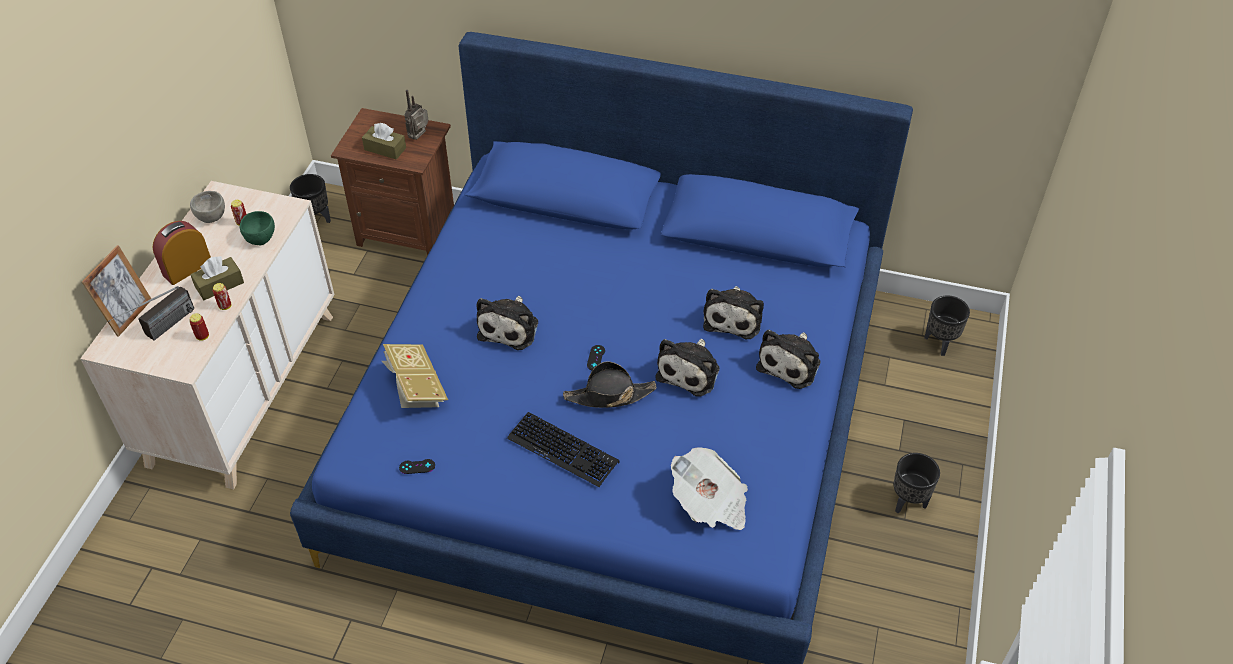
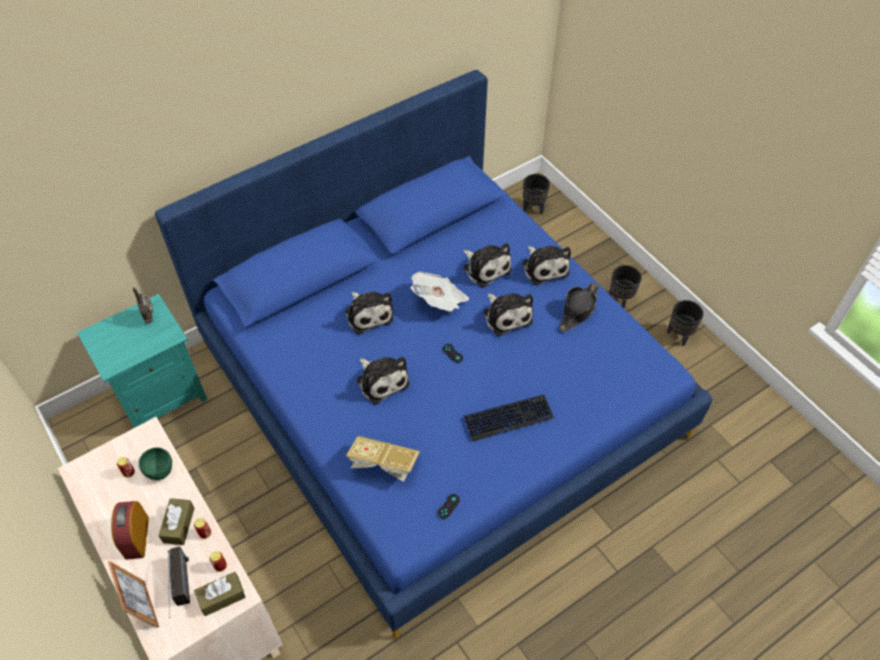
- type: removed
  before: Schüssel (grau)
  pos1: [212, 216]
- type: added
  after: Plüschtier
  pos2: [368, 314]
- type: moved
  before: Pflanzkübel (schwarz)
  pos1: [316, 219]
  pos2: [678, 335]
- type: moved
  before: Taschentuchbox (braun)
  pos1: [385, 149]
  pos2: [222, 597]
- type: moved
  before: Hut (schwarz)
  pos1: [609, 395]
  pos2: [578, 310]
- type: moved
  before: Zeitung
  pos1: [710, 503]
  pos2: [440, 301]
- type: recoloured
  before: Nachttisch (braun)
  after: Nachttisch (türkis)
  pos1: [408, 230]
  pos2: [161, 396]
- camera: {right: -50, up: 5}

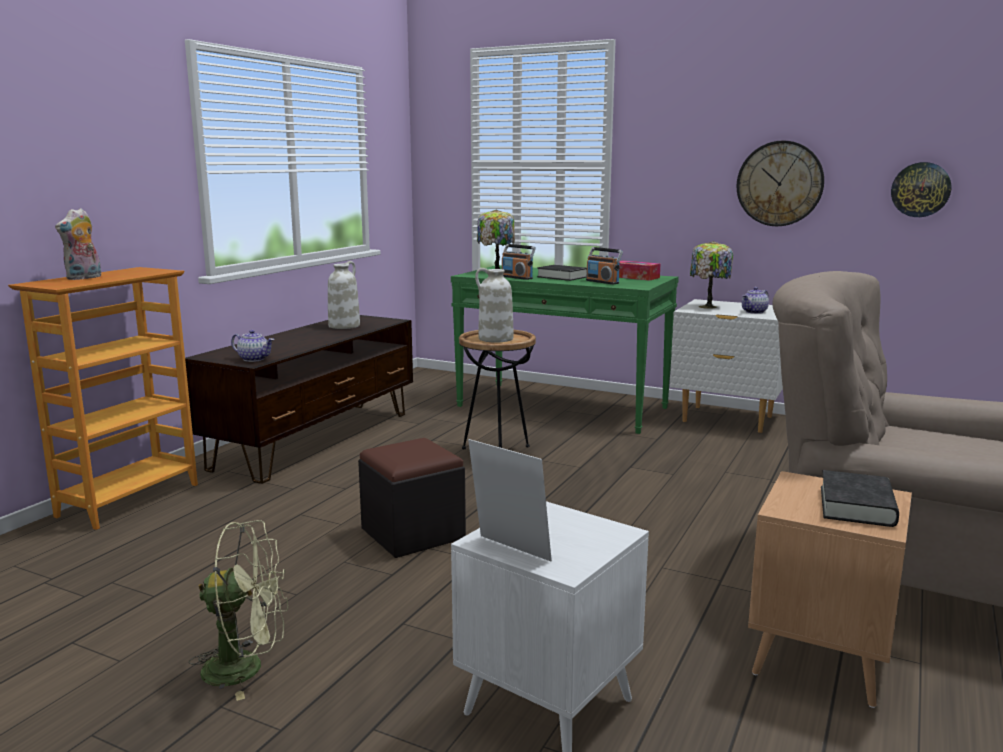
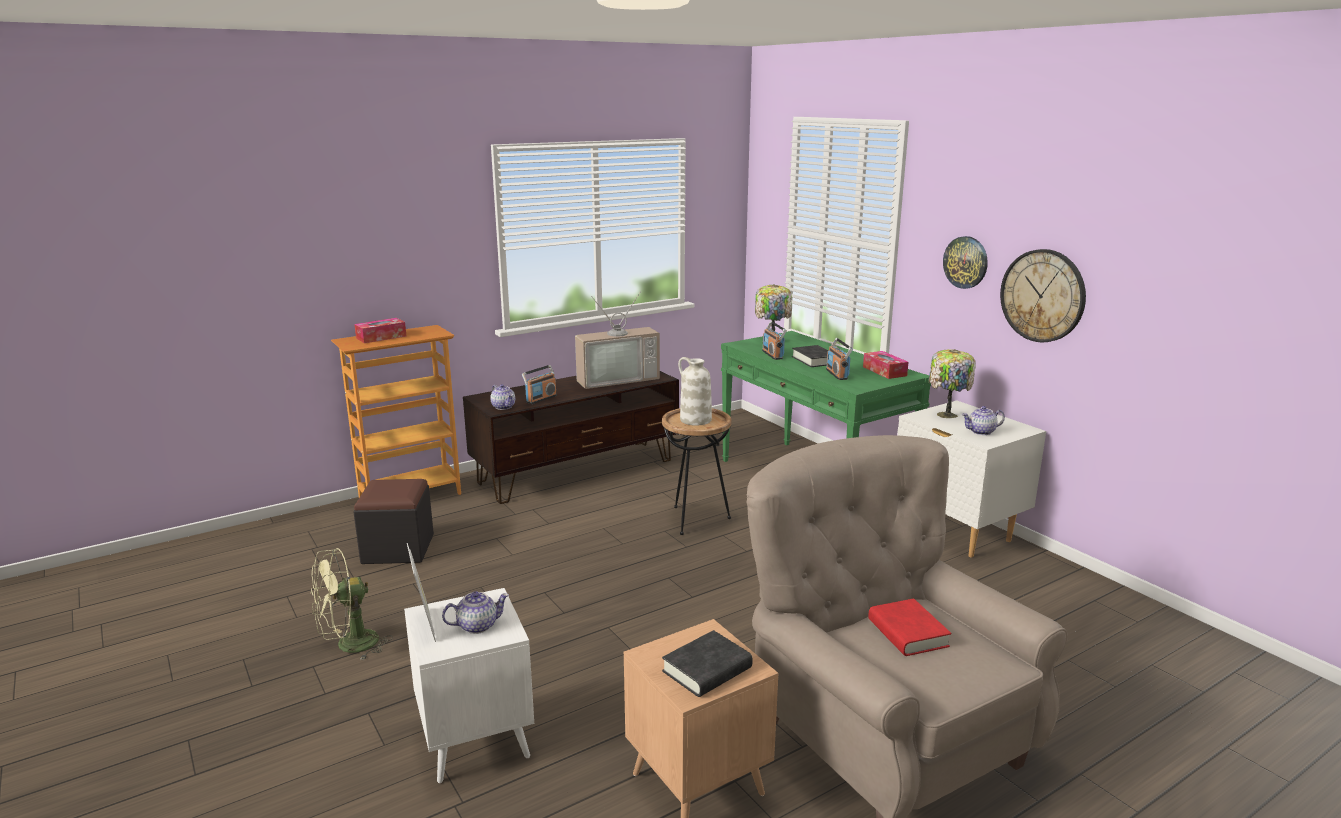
- type: added
  after: Teekanne
  pos2: [478, 625]
- type: added
  after: Radio
  pos2: [541, 399]
- type: added
  after: Buch (rot)
  pos2: [907, 633]
- type: moved
  before: Polsterhocker (schwarz)
  pos1: [413, 533]
  pos2: [398, 549]
- type: moved
  before: Wanduhr
  pos1: [920, 189]
  pos2: [966, 262]
- type: replaced
  before: Plüschtier
  after: Taschentuchbox
  pos1: [84, 278]
  pos2: [381, 337]
- type: replaced
  before: Vase (weiß)
  after: Fernseher
  pos1: [344, 326]
  pos2: [617, 378]
- type: turned
  before: Ventilator (grün)
  pos1: [246, 668]
  pos2: [349, 646]
  turn: 120
- camera: {right: 30, up: 5}

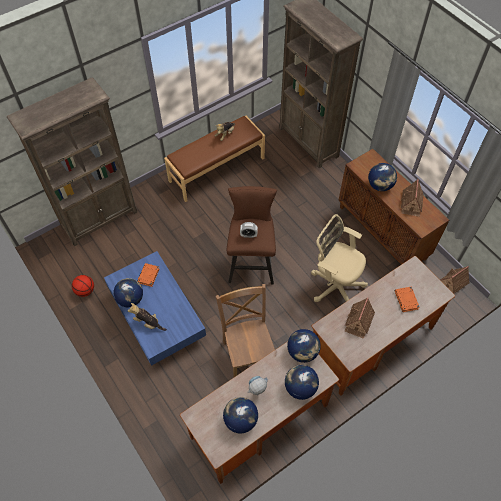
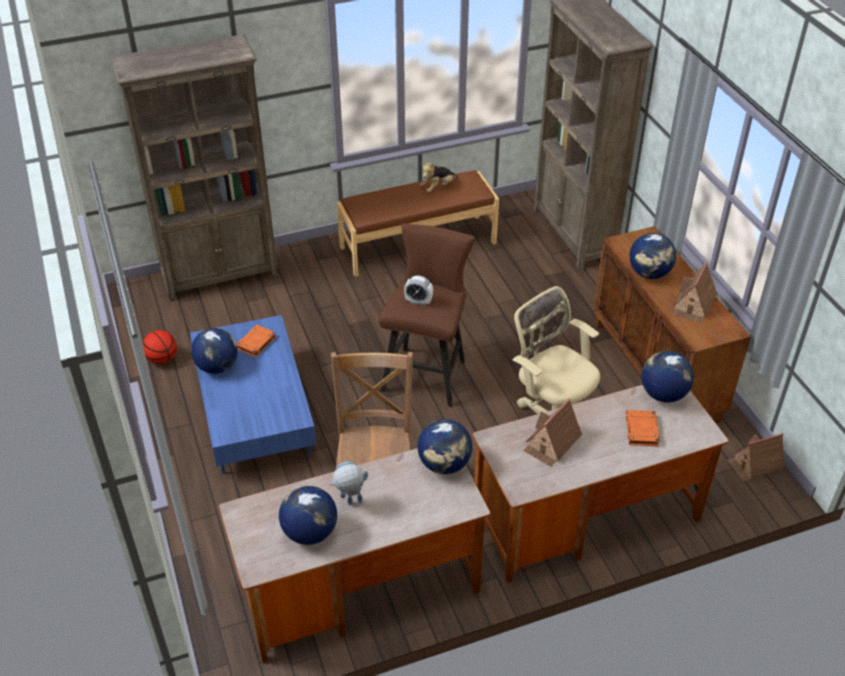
- type: removed
  before: Plüschtier
  pos1: [148, 323]
- type: moved
  before: Globus
  pos1: [300, 387]
  pos2: [663, 394]
- camera: {right: 15, up: -15}

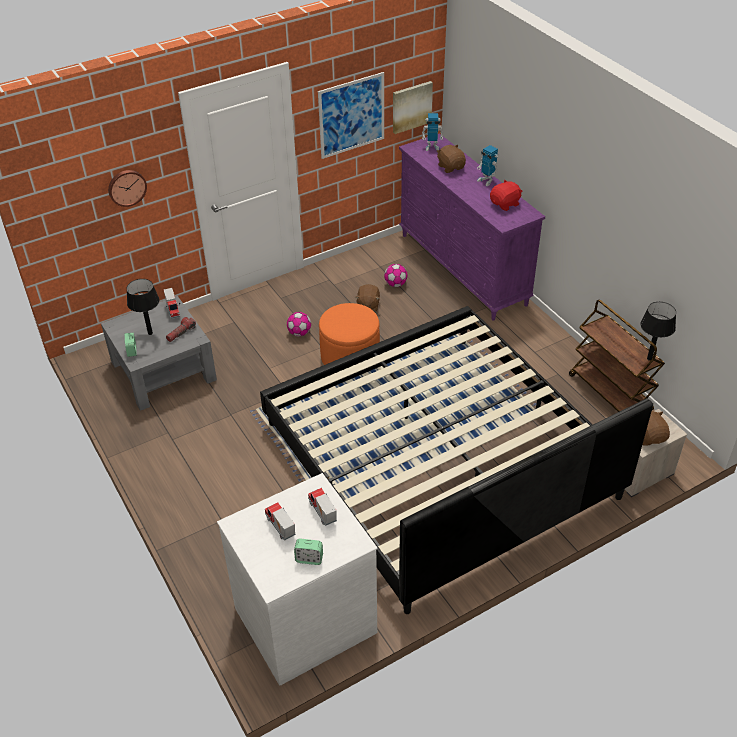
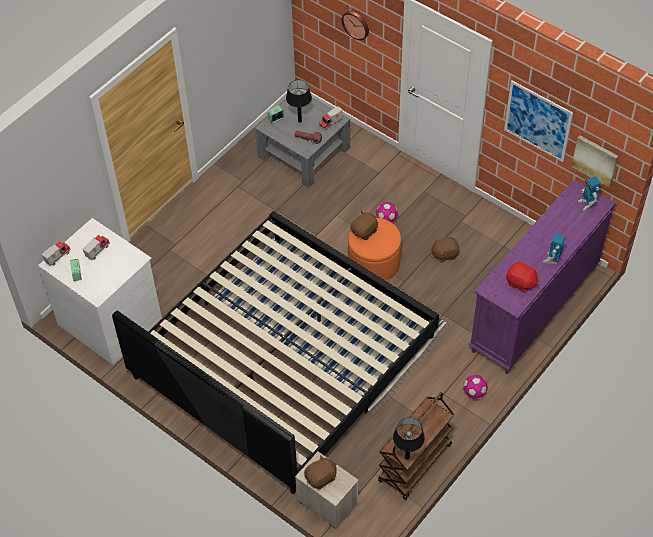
- type: moved
  before: Spielzeuglaster
  pos1: [322, 513]
  pos2: [57, 257]
- type: moved
  before: Fußball
  pos1: [395, 284]
  pos2: [474, 392]
- type: moved
  before: Plüschtier (braun)
  pos1: [451, 167]
  pos2: [364, 231]
- camera: {right: 70, up: 10}

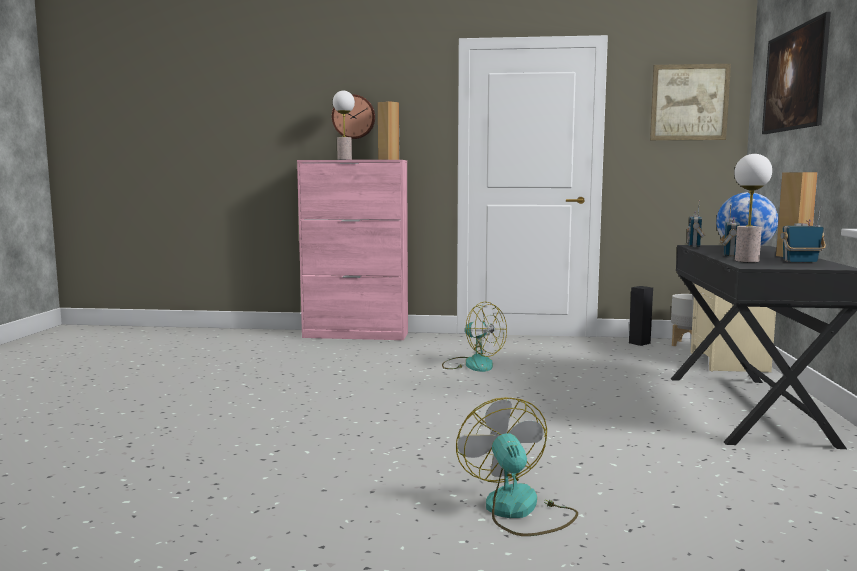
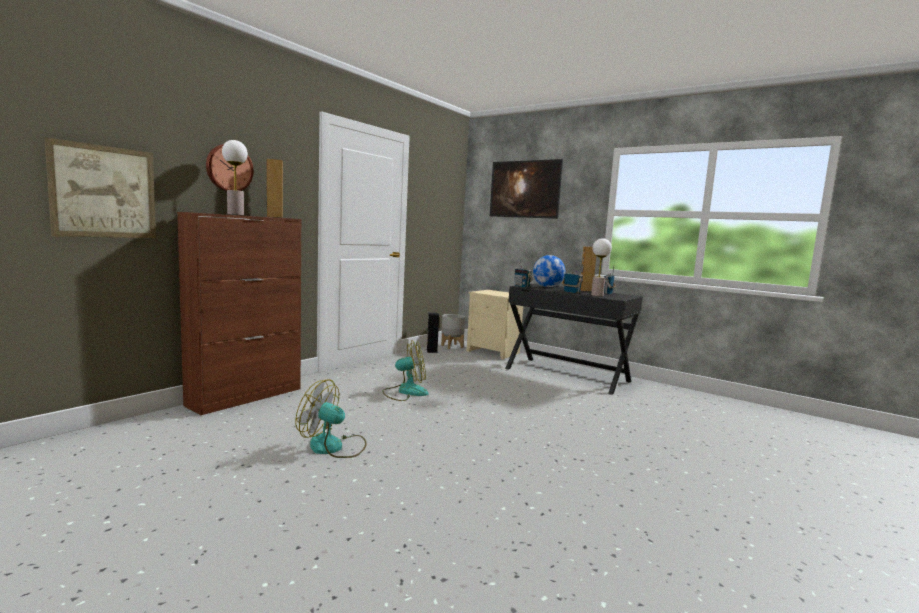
- type: moved
  before: Ventilator
  pos1: [518, 511]
  pos2: [333, 447]
- type: moved
  before: Bild
  pos1: [689, 102]
  pos2: [104, 192]
- type: recoloured
  before: Schrank (rosa)
  after: Schrank (braun)
  pos1: [356, 335]
  pos2: [246, 397]
- camera: {right: -60, up: 0}

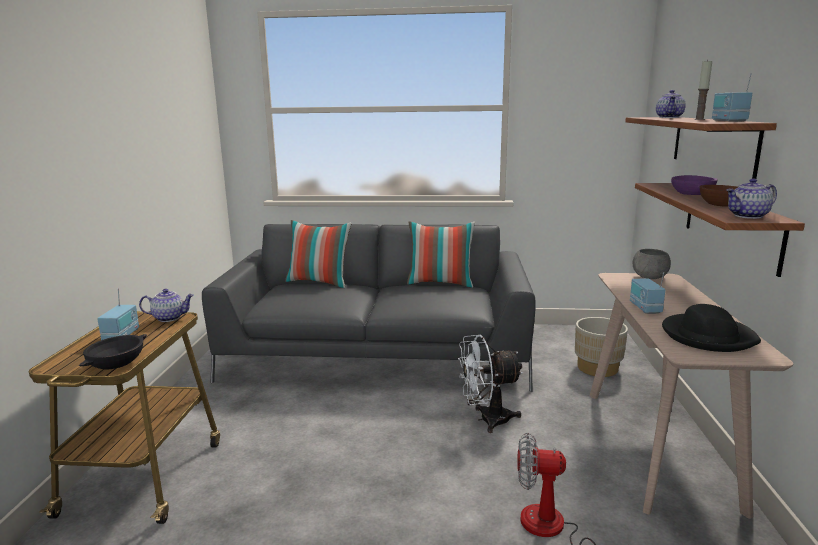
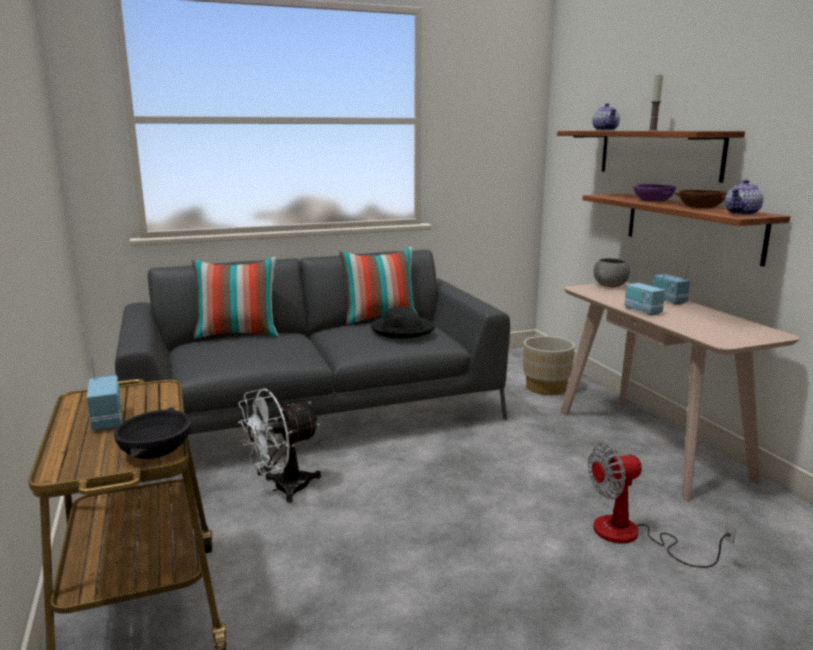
- type: removed
  before: Teekanne
  pos1: [169, 318]
- type: moved
  before: Ventilator (weiß)
  pos1: [486, 419]
  pos2: [282, 488]
- type: moved
  before: Hut (schwarz)
  pos1: [707, 336]
  pos2: [402, 330]
- type: moved
  before: Radio
  pos1: [728, 121]
  pos2: [668, 300]
- camera: {right: -25, up: 0}

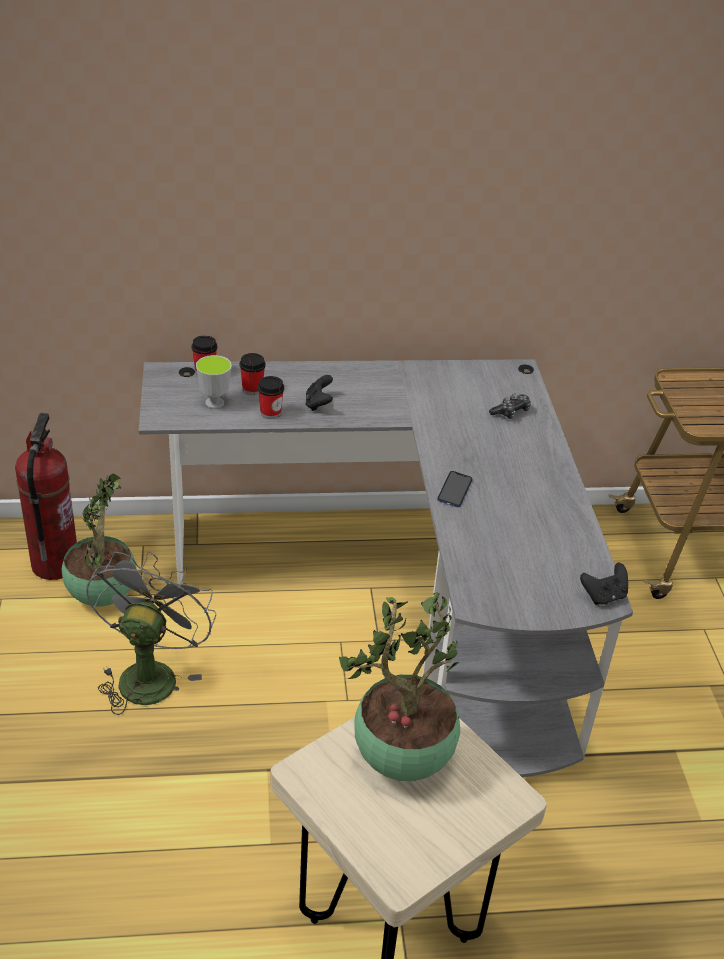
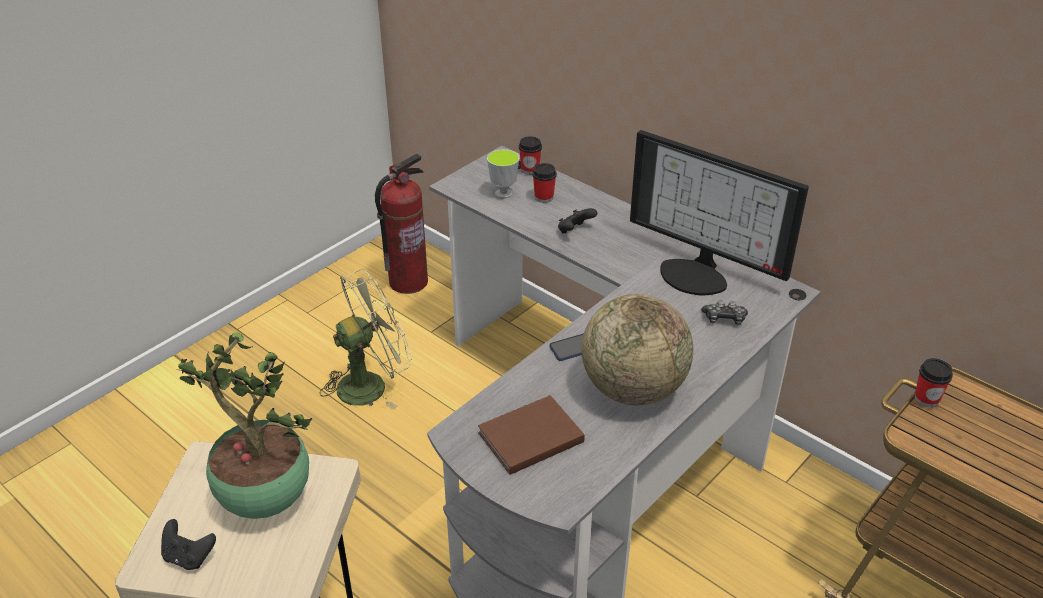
- type: removed
  before: Topfpflanze
  pos1: [102, 594]
- type: added
  after: Buch (braun)
  pos2: [527, 437]
- type: added
  after: Globus
  pos2: [633, 389]
- type: added
  after: Monitor
  pos2: [697, 273]
- type: moved
  before: Tasse
  pos1: [270, 413]
  pos2: [926, 399]
- type: moved
  before: Gamepad (schwarz)
  pos1: [603, 596]
  pos2: [189, 557]
- type: recoloured
  before: Ventilator (grau)
  after: Ventilator (grün)
  pos1: [149, 673]
  pos2: [371, 384]
- camera: {right: 50, up: 0}

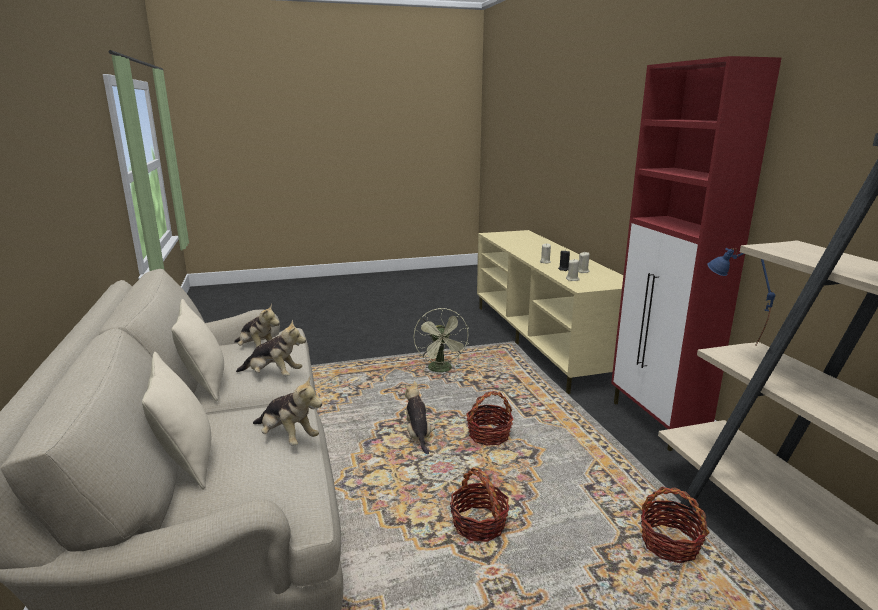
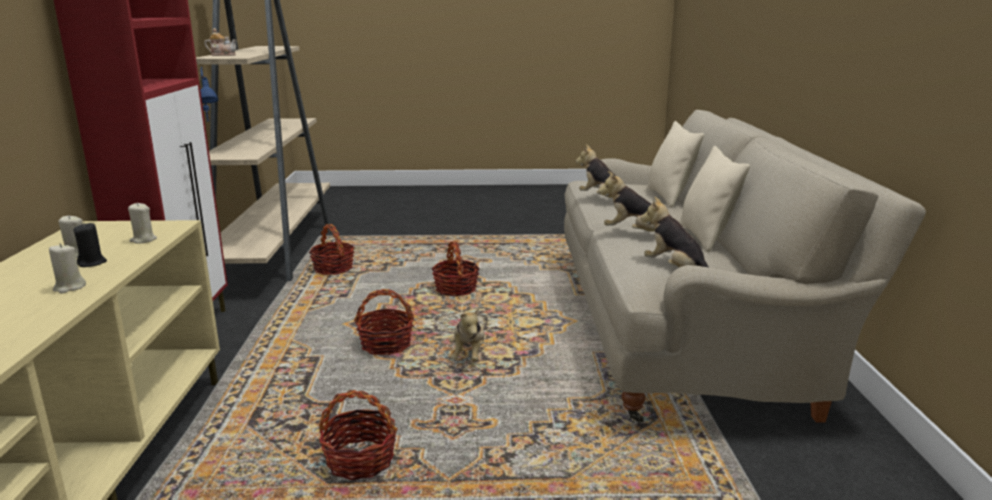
- type: added
  after: Teekanne
  pos2: [223, 55]
- type: replaced
  before: Ventilator (grün)
  after: Korb
  pos1: [442, 370]
  pos2: [360, 460]
- camera: {right: -165, up: 0}

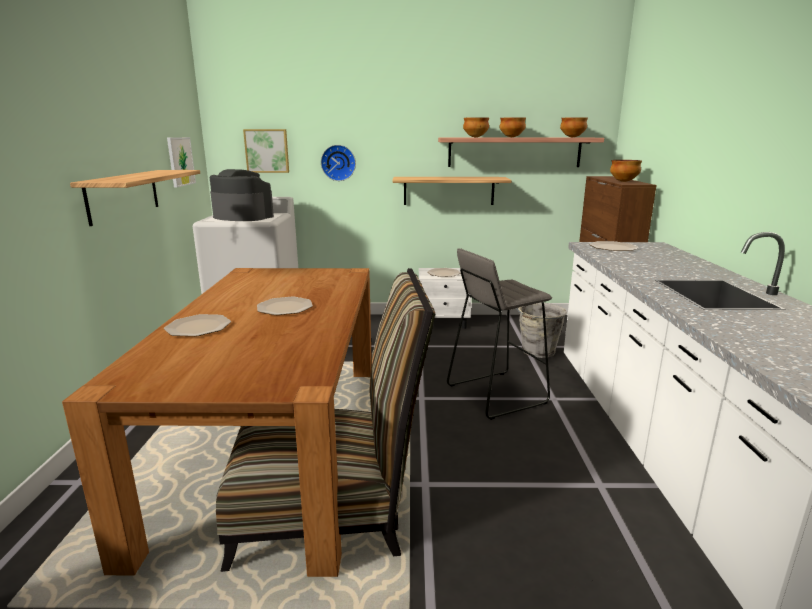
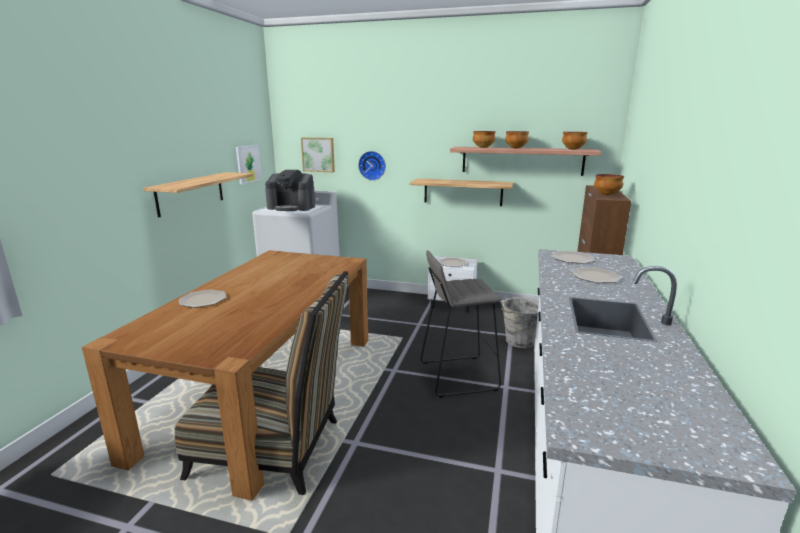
- type: moved
  before: Teller
  pos1: [285, 307]
  pos2: [596, 276]
- type: turned
  before: Kaffeemaschine
  pos1: [242, 217]
  pos2: [292, 207]
  turn: 150
- camera: {right: 15, up: 0}

